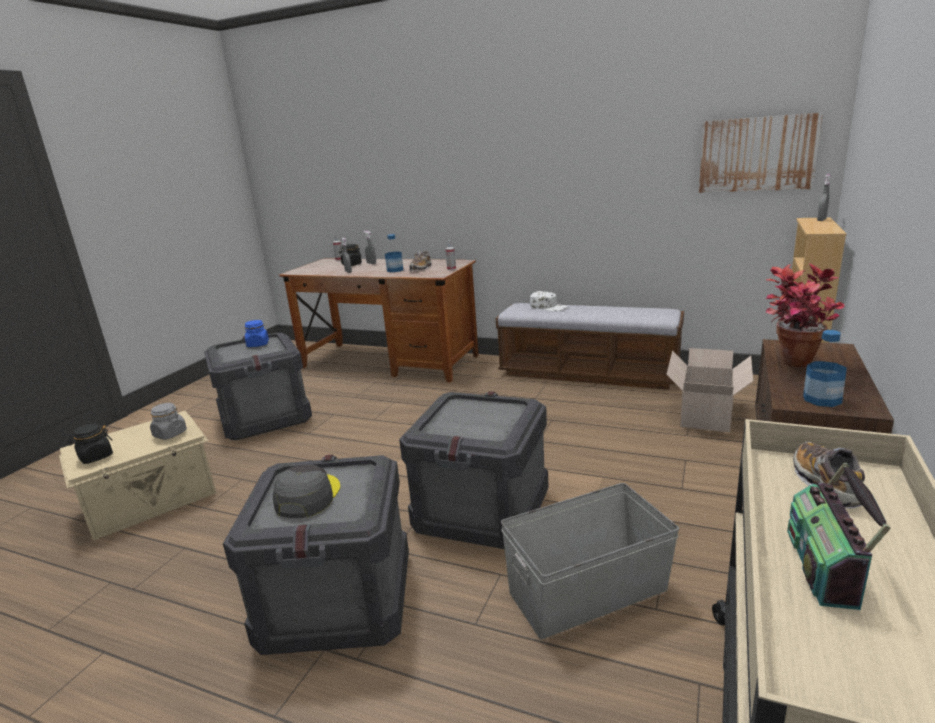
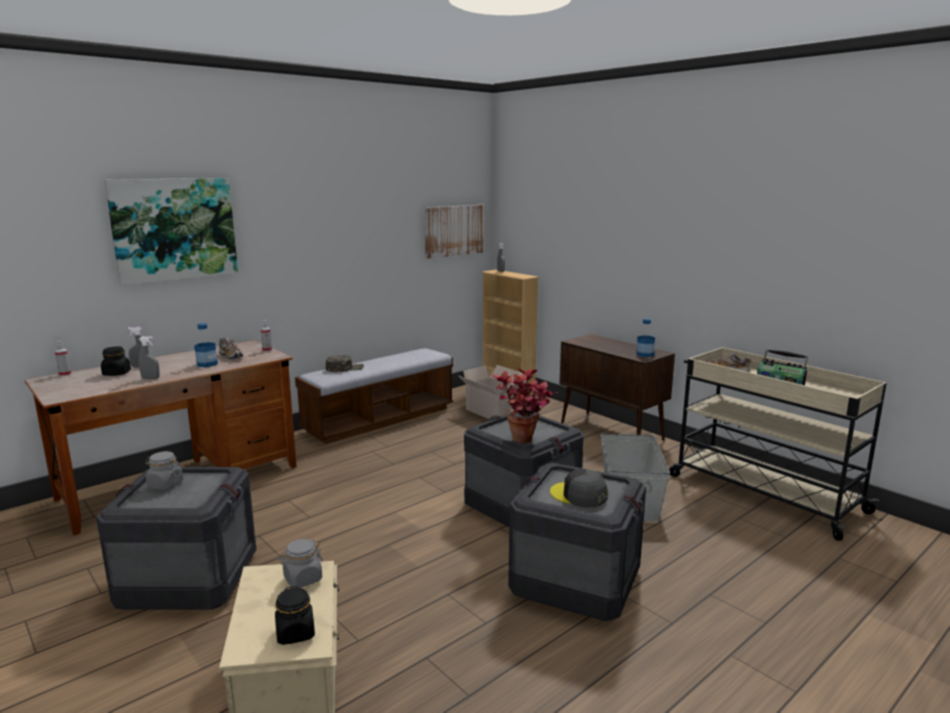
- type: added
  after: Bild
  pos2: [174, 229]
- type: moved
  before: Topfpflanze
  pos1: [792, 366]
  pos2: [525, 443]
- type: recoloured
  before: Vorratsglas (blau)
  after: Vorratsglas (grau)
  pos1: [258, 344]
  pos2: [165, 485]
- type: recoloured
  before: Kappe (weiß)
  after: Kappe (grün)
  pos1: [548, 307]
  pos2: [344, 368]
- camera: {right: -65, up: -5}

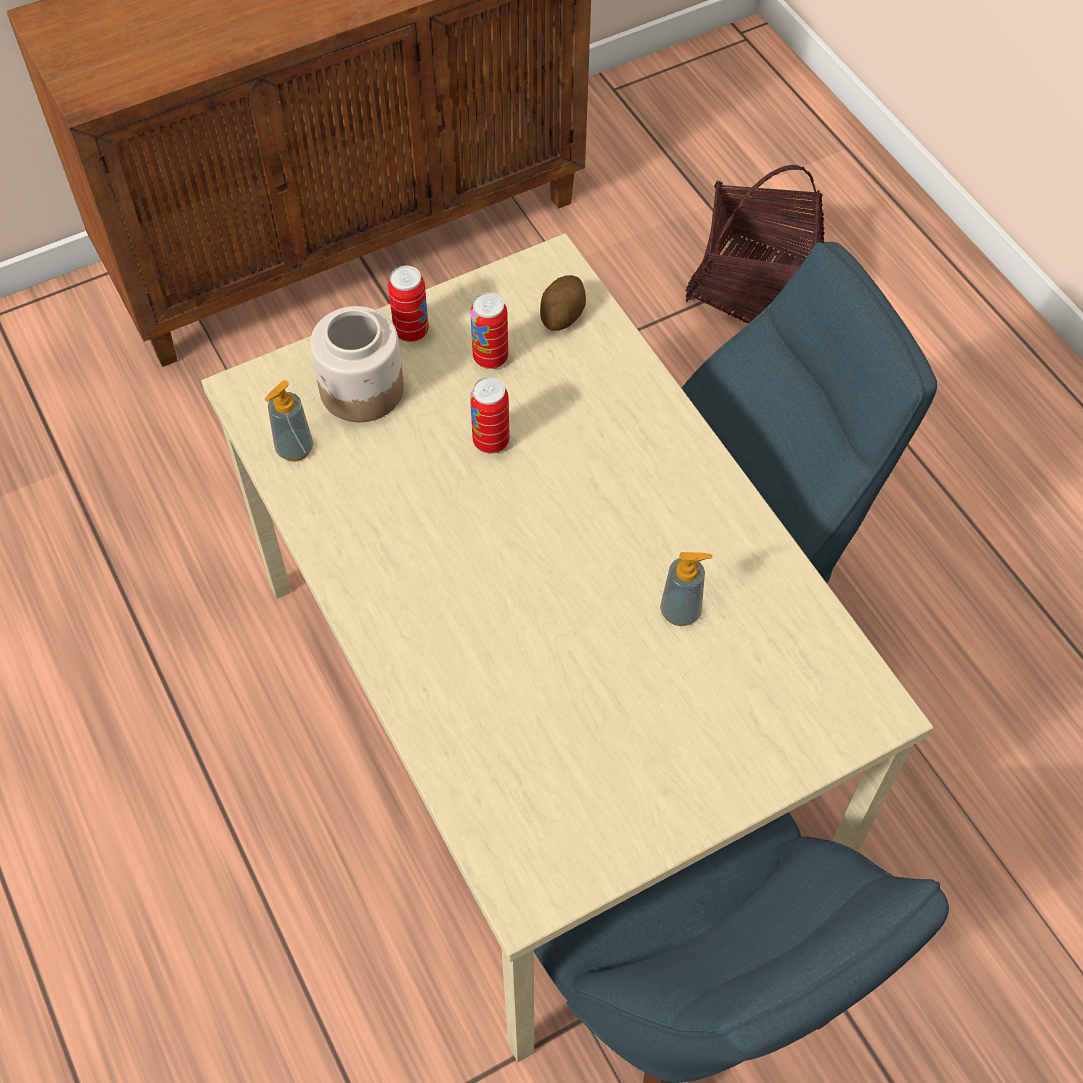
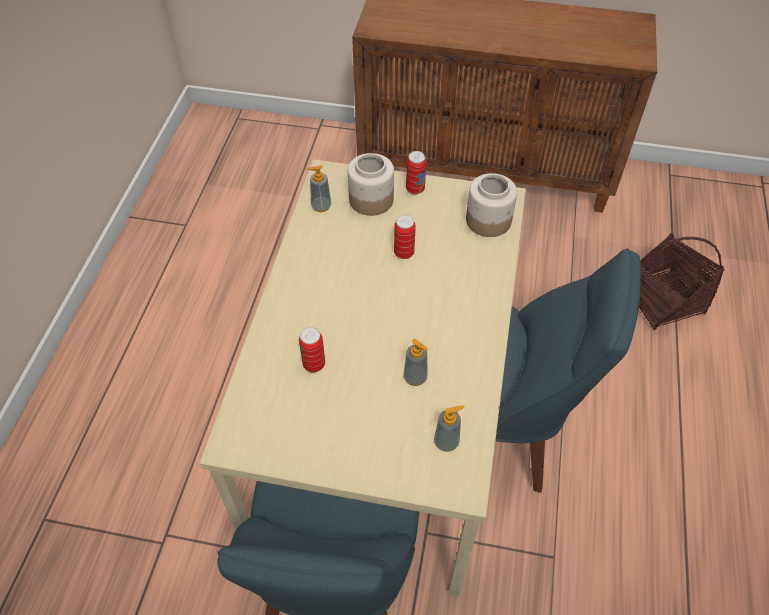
- type: added
  after: Seifenspender
  pos2: [446, 442]
- type: moved
  before: Dose
  pos1: [490, 357]
  pos2: [314, 364]
- type: replaced
  before: Kartoffel
  after: Vorratsglas
  pos1: [562, 314]
  pos2: [489, 220]
- camera: {right: 40, up: -5}

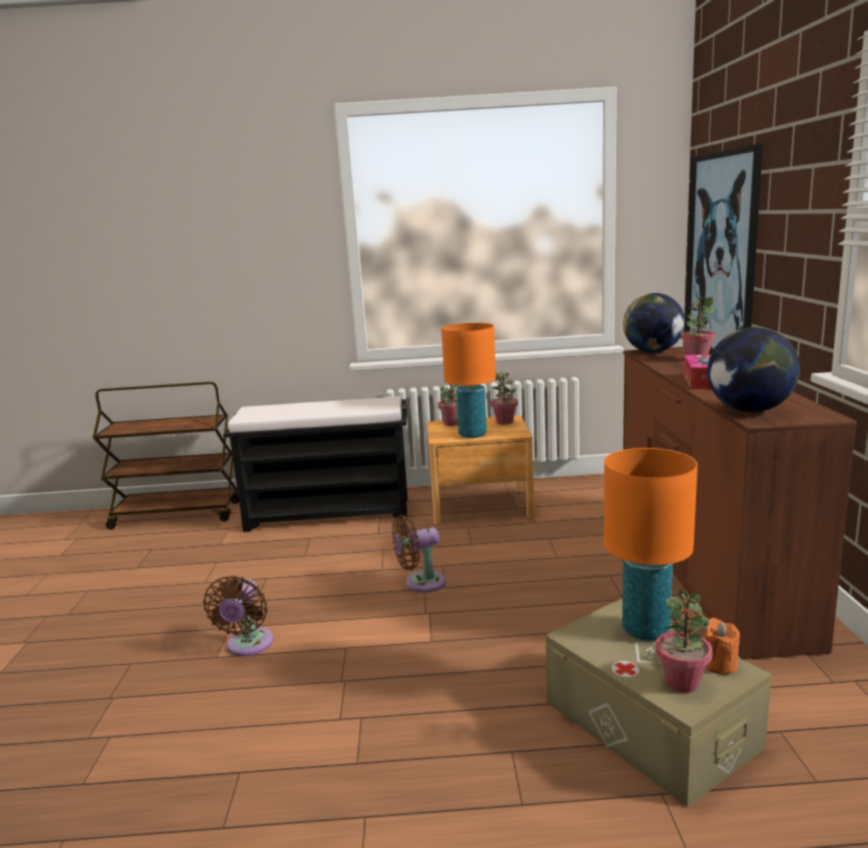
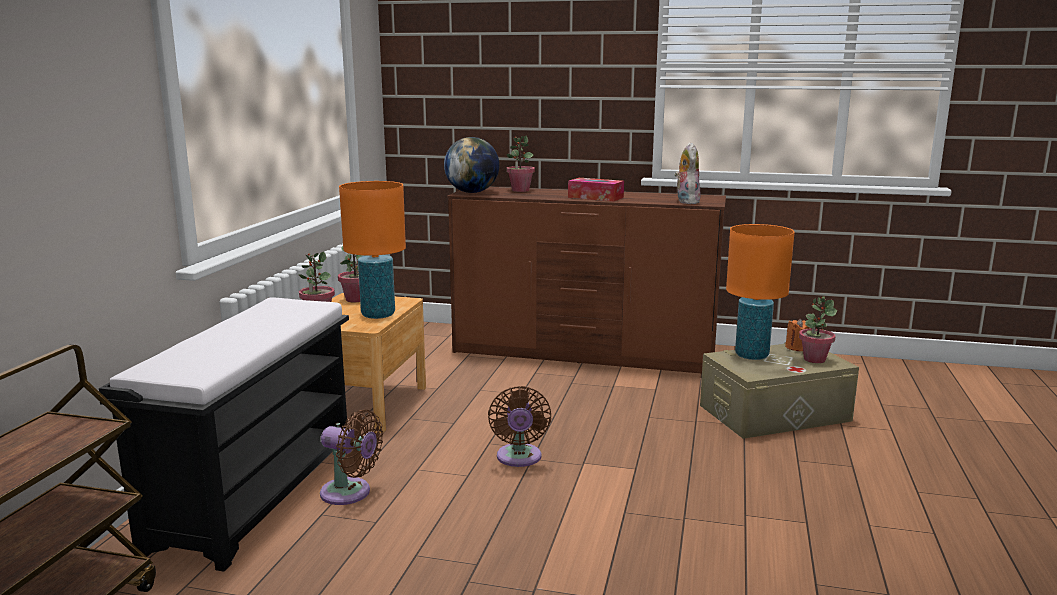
- type: removed
  before: Bild
  pos1: [721, 256]
- type: moved
  before: Ventilator (braun)
  pos1: [247, 646]
  pos2: [350, 493]
- type: replaced
  before: Globus
  after: Plüschtier
  pos1: [749, 410]
  pos2: [686, 201]
- camera: {right: -75, up: 0}

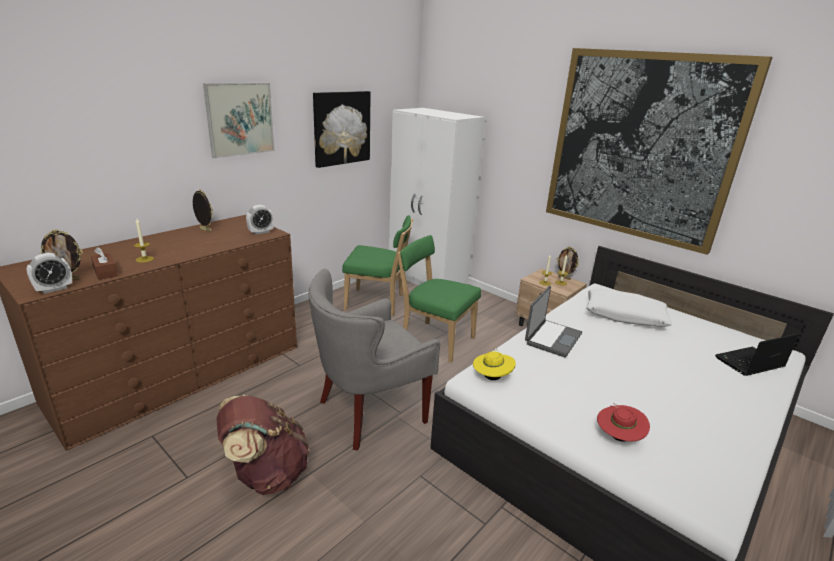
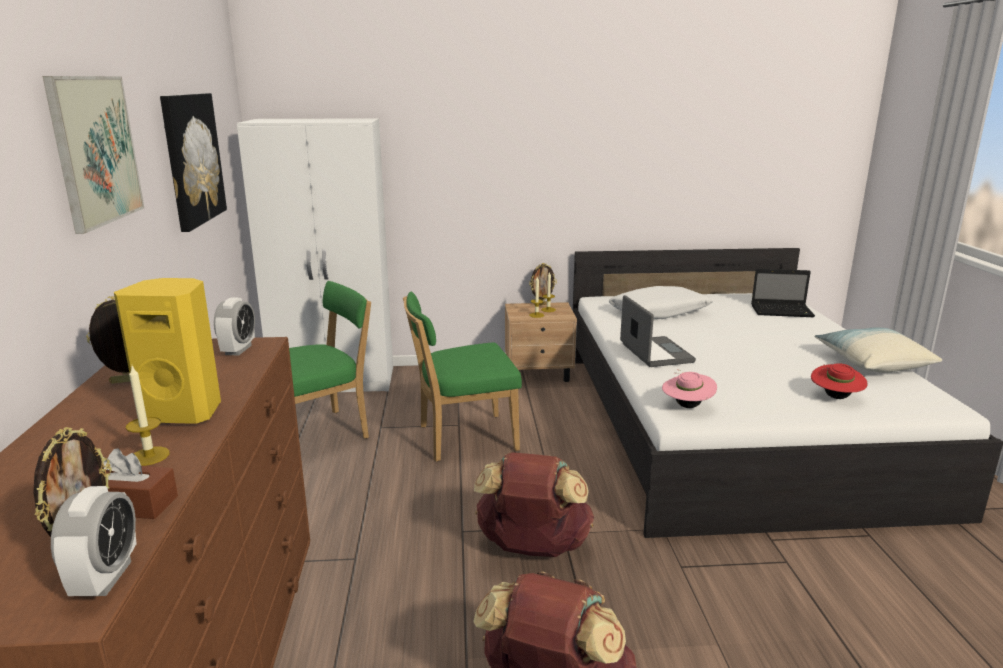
- type: removed
  before: Bild
  pos1: [641, 147]
- type: added
  after: Lautsprecher (gelb)
  pos2: [184, 412]
- type: added
  after: Kissen
  pos2: [872, 363]
- type: replaced
  before: Sessel (grau)
  after: Rucksack (braun)
  pos1: [369, 412]
  pos2: [532, 548]
- type: recoloured
  before: Hut (gelb)
  after: Hut (rosa)
  pos1: [492, 377]
  pos2: [687, 406]
- type: turned
  before: Laptop
  pos1: [749, 363]
  pos2: [783, 311]
  turn: -105
- camera: {right: -45, up: -5}

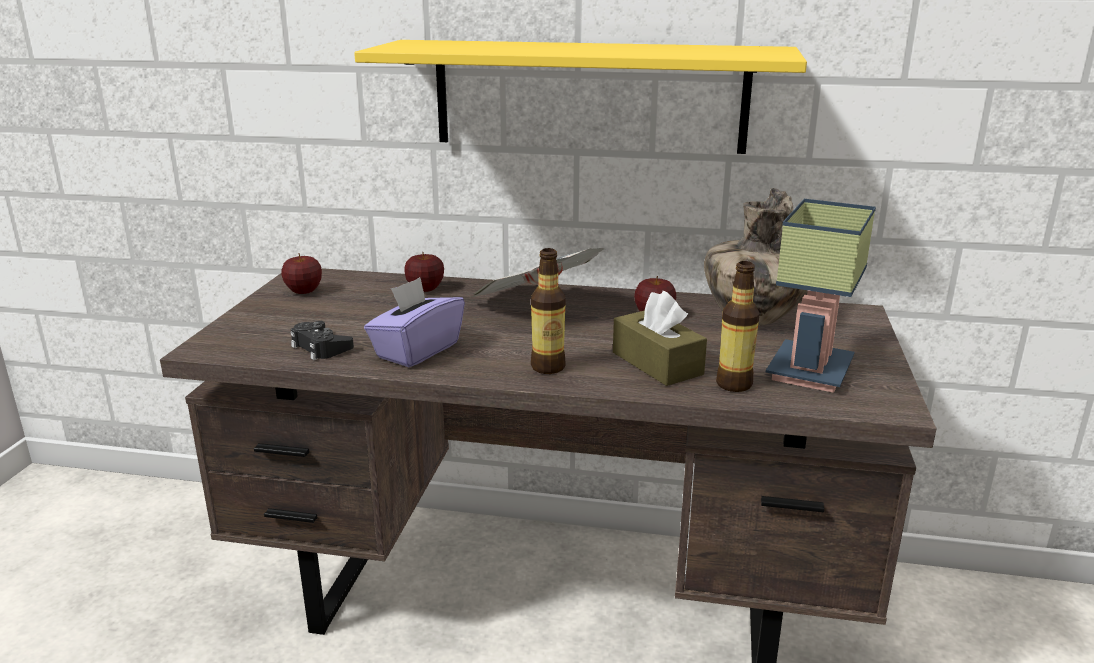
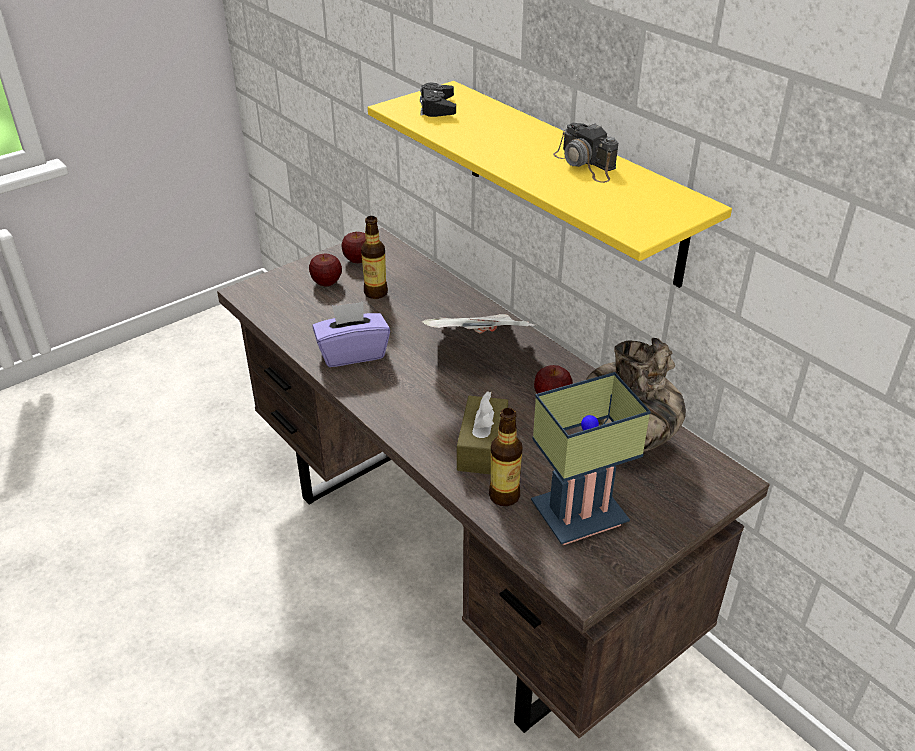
- type: added
  after: Kamera
  pos2: [586, 164]
- type: moved
  before: Gamepad (schwarz)
  pos1: [320, 347]
  pos2: [437, 107]
- type: moved
  before: Apfel
  pos1: [425, 289]
  pos2: [326, 282]
- type: moved
  before: Flasche
  pos1: [548, 367]
  pos2: [376, 293]
- camera: {right: 40, up: 15}

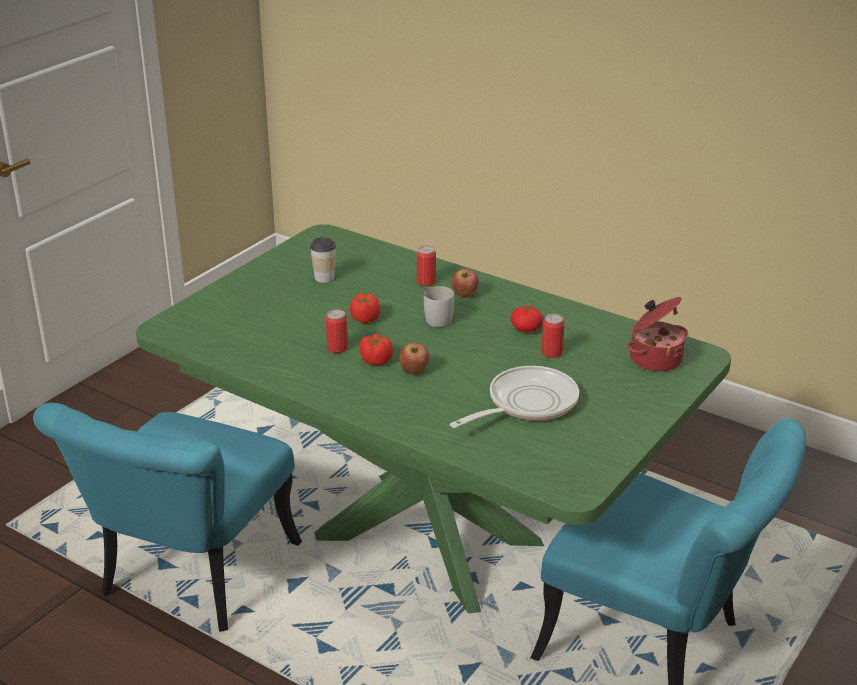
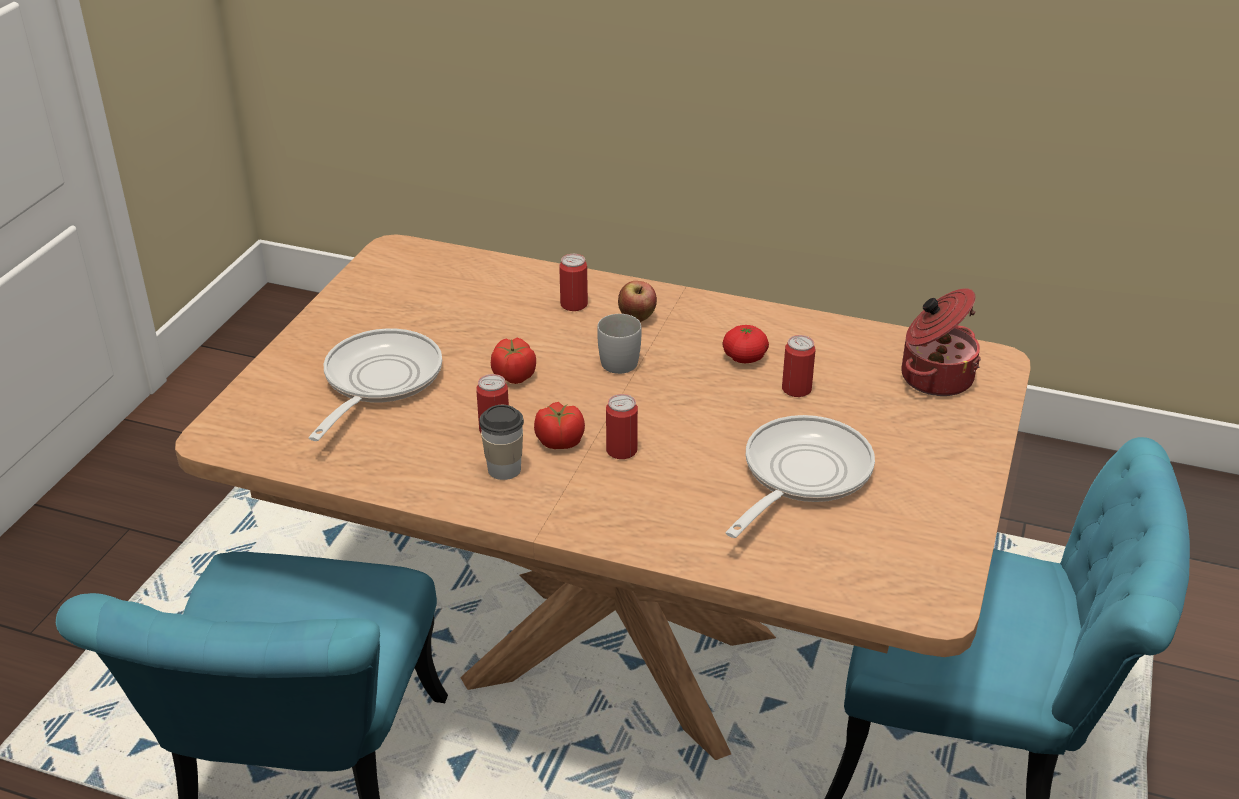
- type: added
  after: Pfanne
  pos2: [378, 382]
- type: moved
  before: Tasse
  pos1: [324, 278]
  pos2: [504, 469]
- type: replaced
  before: Apfel
  after: Dose
  pos1: [414, 372]
  pos2: [621, 450]
- type: recoloured
  before: Esstisch (grün)
  after: Esstisch (braun)
  pos1: [427, 539]
  pos2: [618, 657]
- camera: {right: -15, up: 5}

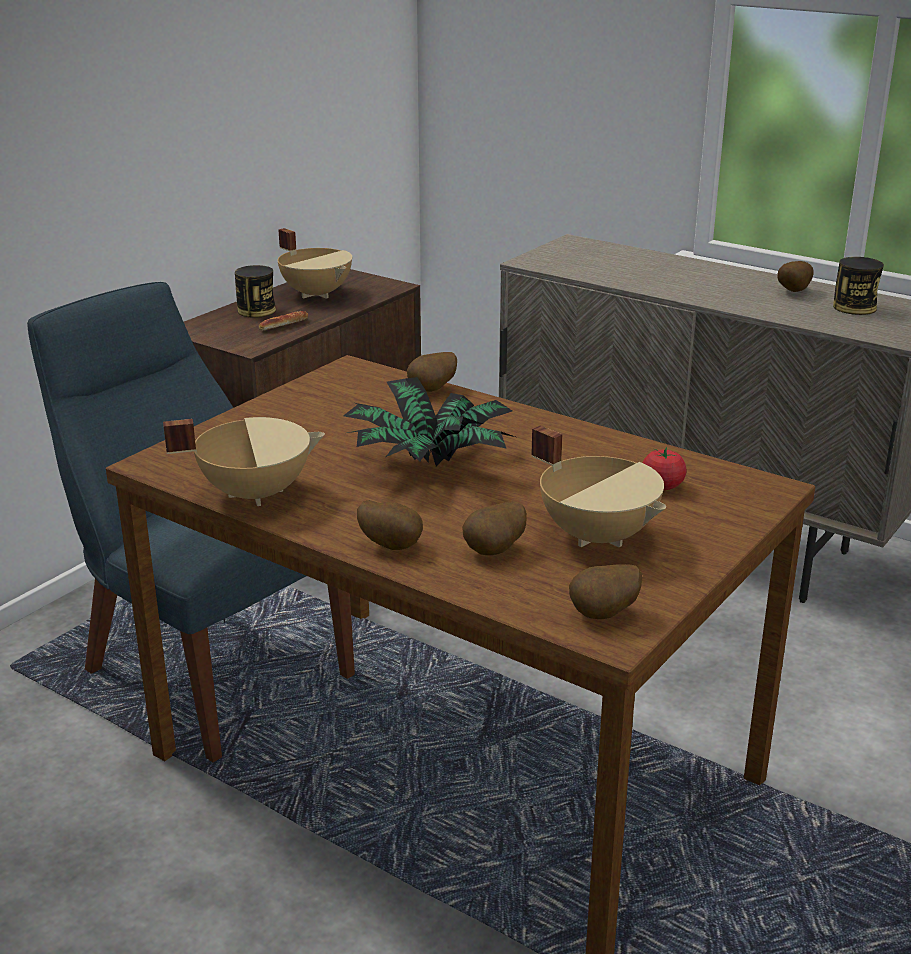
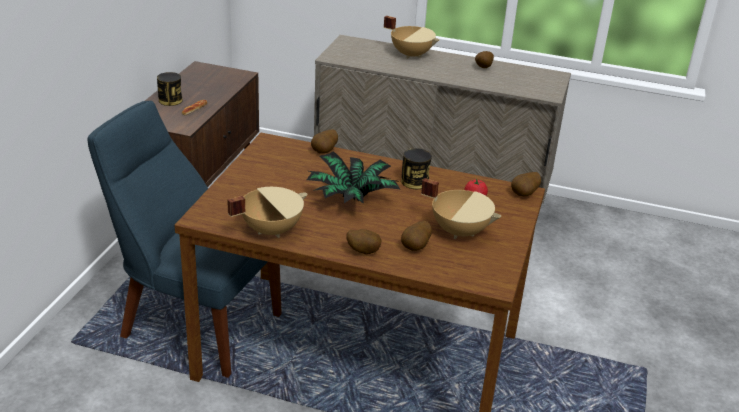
- type: moved
  before: Kochtopf (beige)
  pos1: [317, 293]
  pos2: [411, 54]
- type: moved
  before: Kartoffel
  pos1: [604, 615]
  pos2: [525, 194]
- type: moved
  before: Dose
  pos1: [854, 307]
  pos2: [415, 182]
- camera: {right: -20, up: 5}

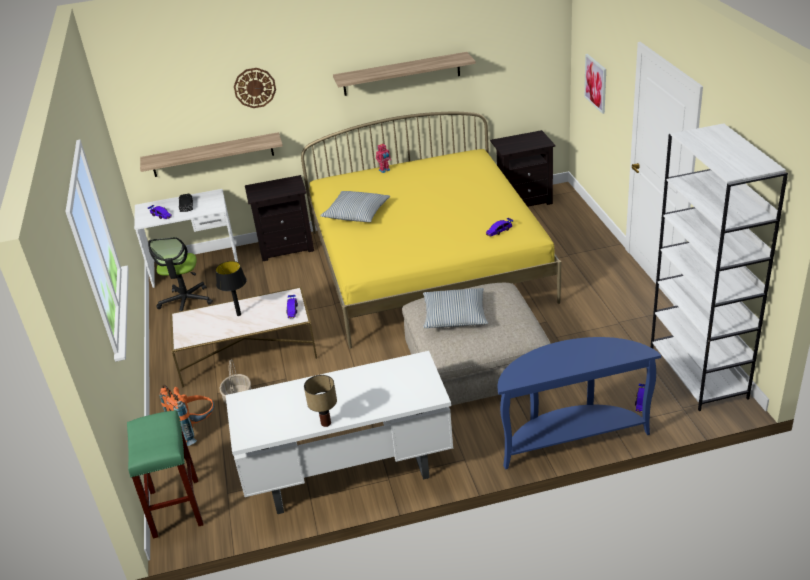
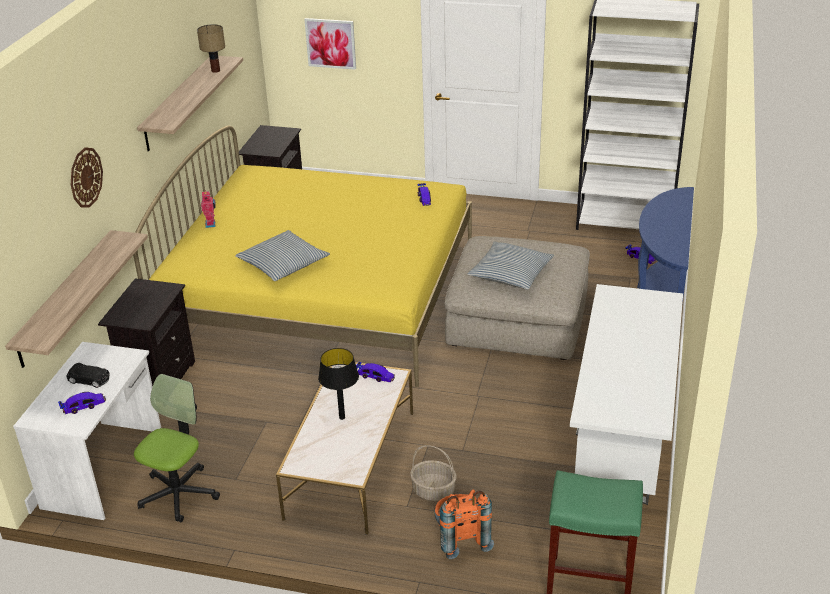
- type: moved
  before: Tischlampe
  pos1: [325, 423]
  pos2: [215, 71]
- type: turned
  before: Bürostuhl
  pos1: [186, 301]
  pos2: [178, 494]
  turn: -90
- camera: {right: -65, up: 0}

